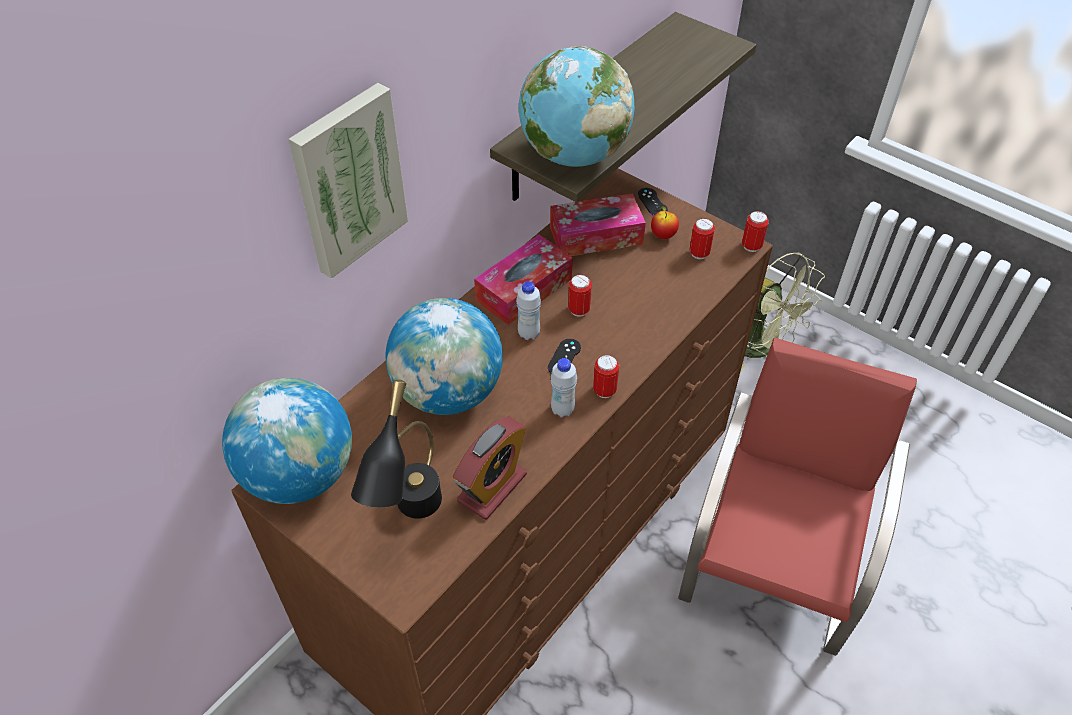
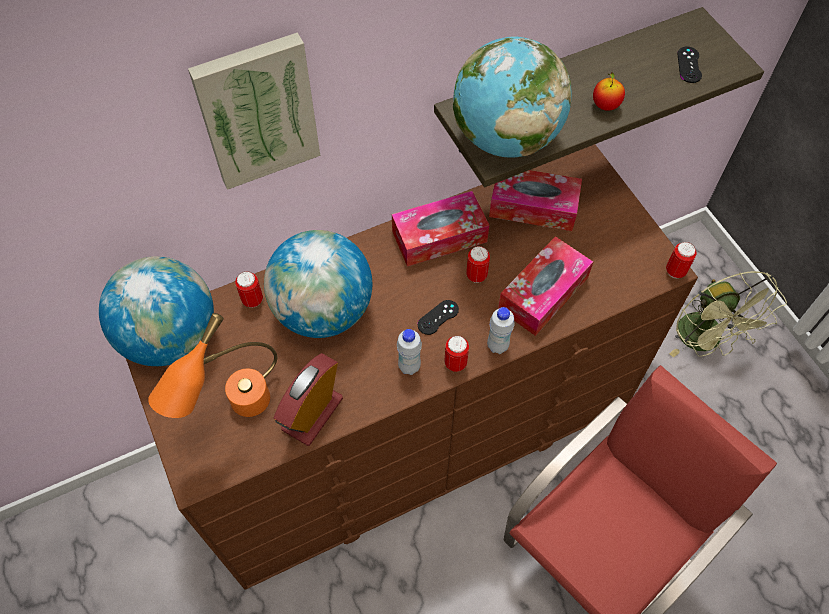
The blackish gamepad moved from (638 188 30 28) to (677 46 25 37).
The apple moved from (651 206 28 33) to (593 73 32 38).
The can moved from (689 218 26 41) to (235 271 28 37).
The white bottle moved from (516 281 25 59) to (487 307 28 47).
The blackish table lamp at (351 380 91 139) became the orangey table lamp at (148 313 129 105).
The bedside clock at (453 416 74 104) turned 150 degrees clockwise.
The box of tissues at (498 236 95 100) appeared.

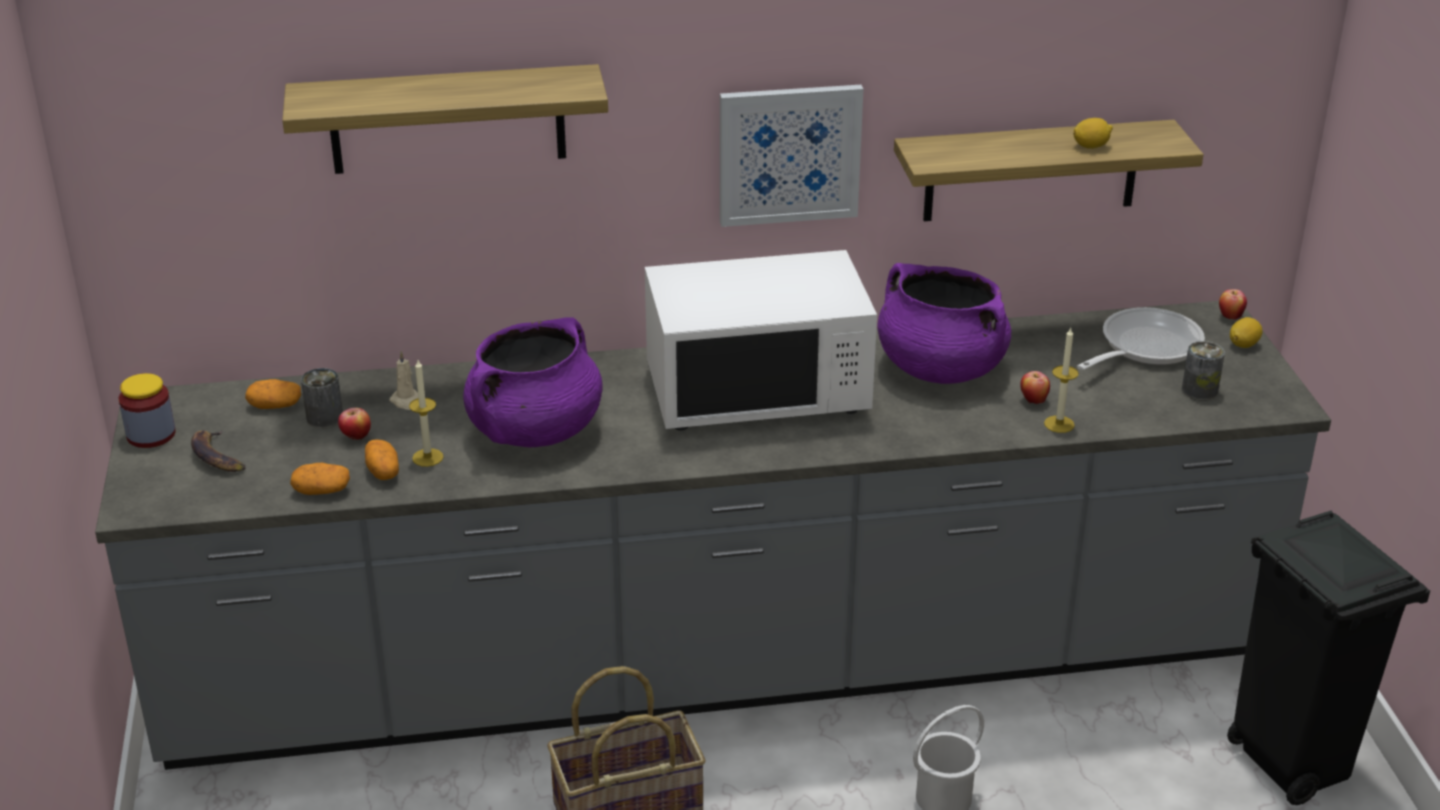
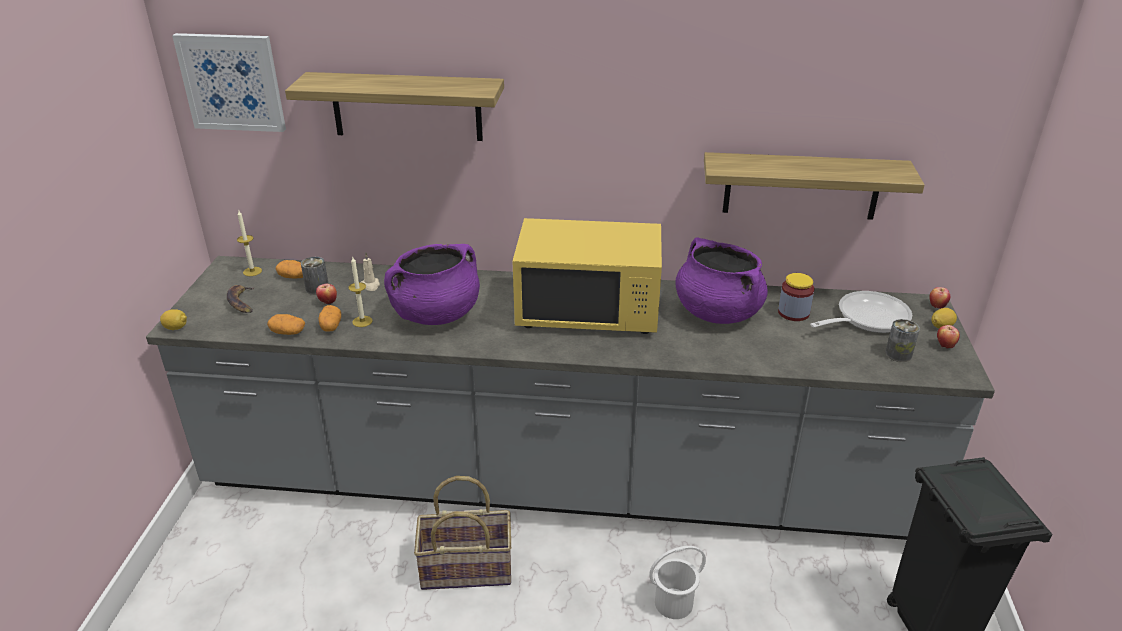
The wall picture moved from (720 85 143 142) to (172 33 114 99).
The lemon moved from (1073 118 40 31) to (160 309 27 21).
The white microwave at (645 250 232 180) became the yellow microwave at (512 218 150 116).
The wax candle moved from (1044 328 35 105) to (237 211 25 65).
The apple moved from (1020 371 30 33) to (937 325 23 23).
The storage jar moved from (119 373 57 75) to (778 273 36 48).

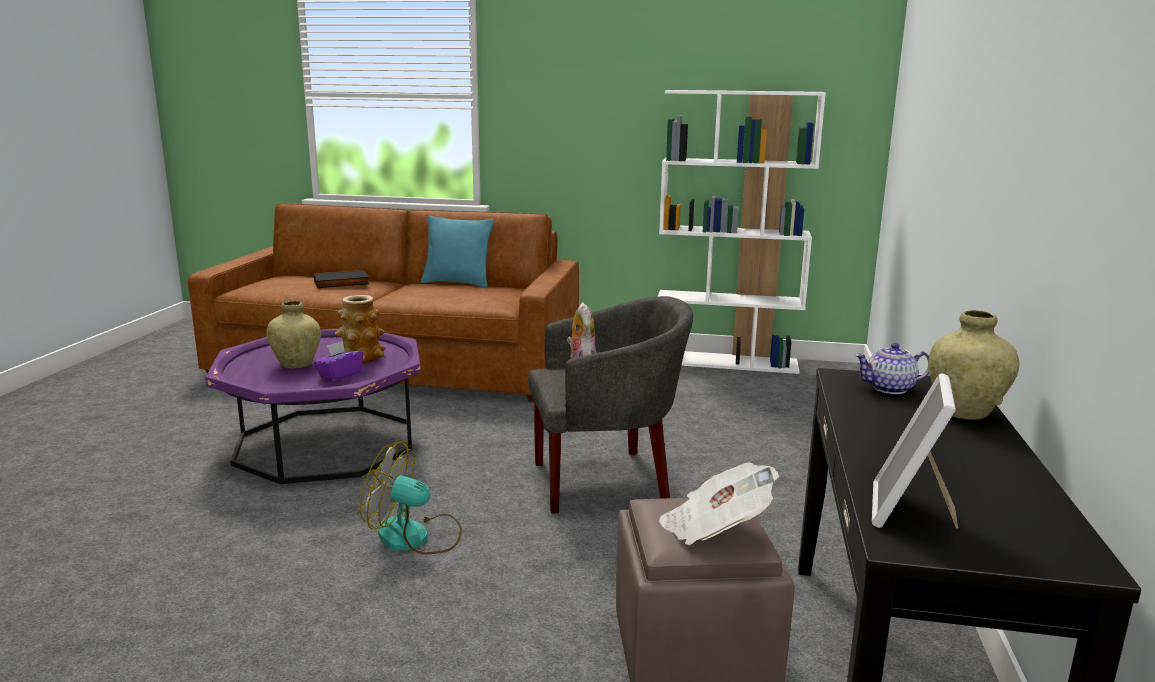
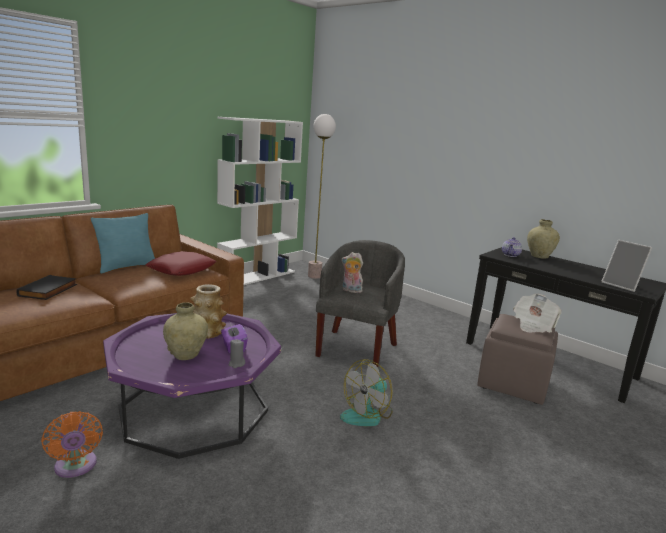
The floor lamp at (308 114 28 165) appeared.
The reddish throw pillow at (146 251 70 25) appeared.
The gray wax candle at (229 340 16 28) appeared.
The orangey fan at (41 411 62 67) appeared.

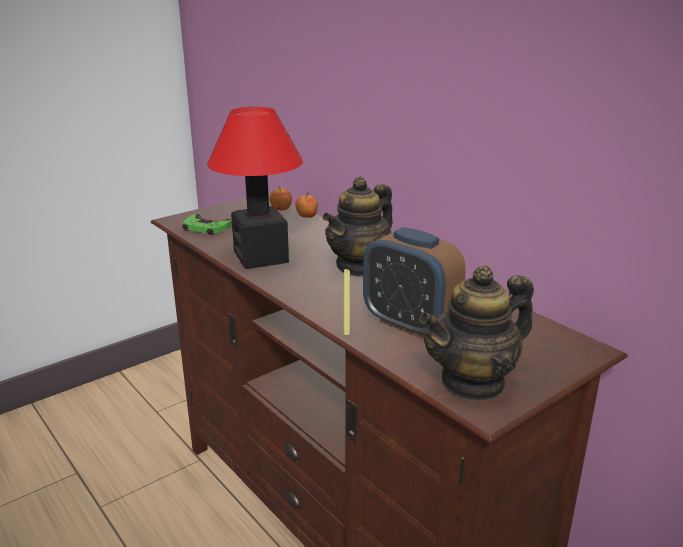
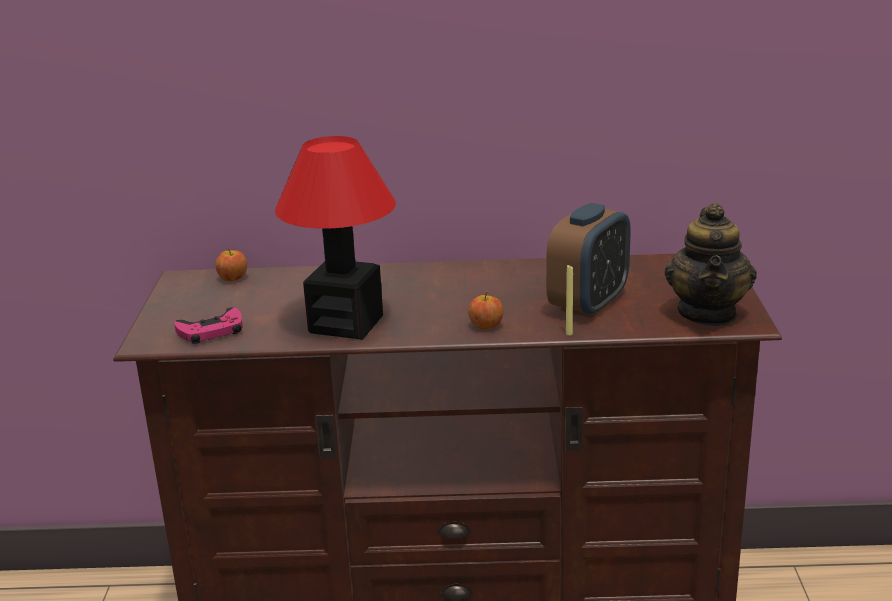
The teapot at (322 176 71 101) disappeared.
The apple moved from (295 192 23 26) to (468 291 35 38).
The green-coloured gamepad at (182 214 50 21) became the pink gamepad at (174 307 69 37).
The bedside clock at (363 227 103 112) turned 45 degrees counterclockwise.

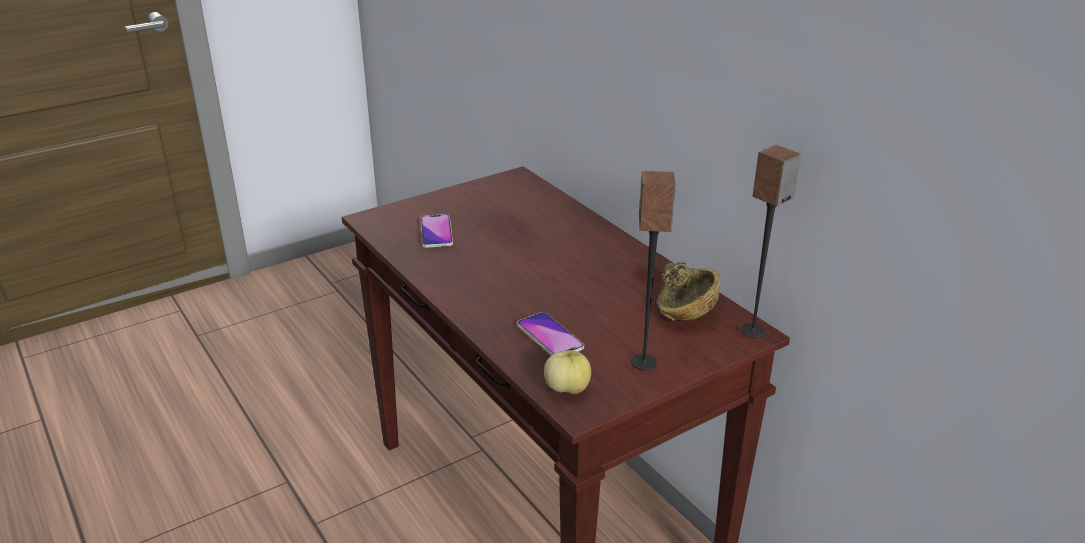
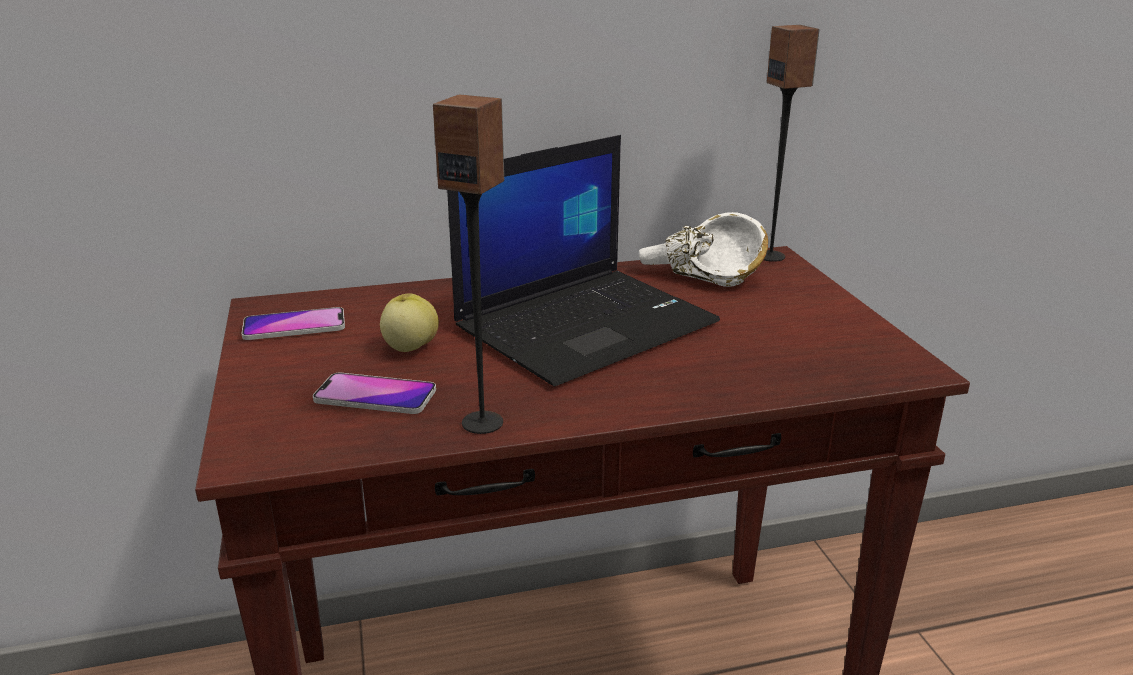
The audio speaker moved from (631 171 45 199) to (433 95 71 339).
The brown-coloured deep dish at (657 261 64 60) became the white deep dish at (639 212 129 75).
The phone moved from (517 312 67 44) to (242 307 103 33).
The apple moved from (544 350 47 44) to (380 294 59 58).
The laptop at (447 135 273 252) appeared.

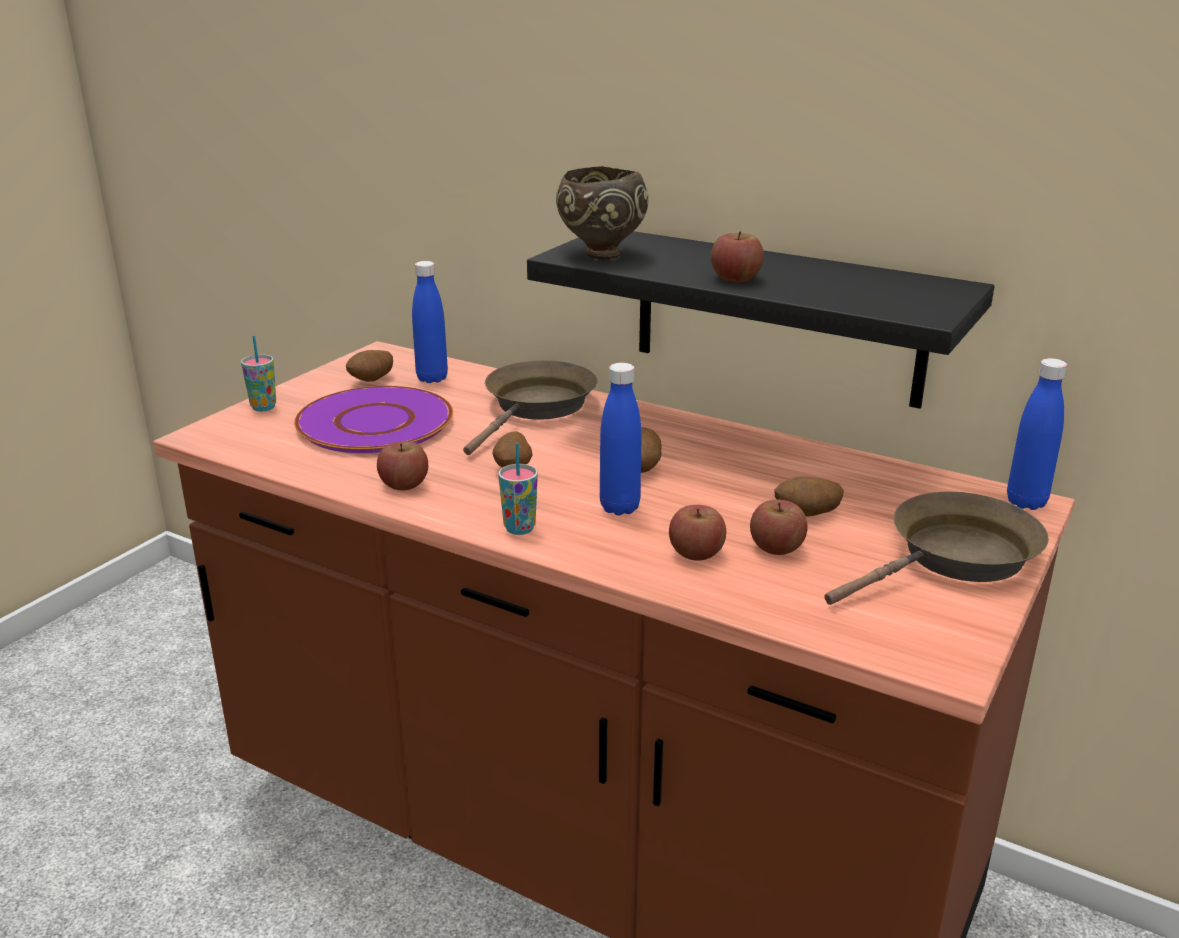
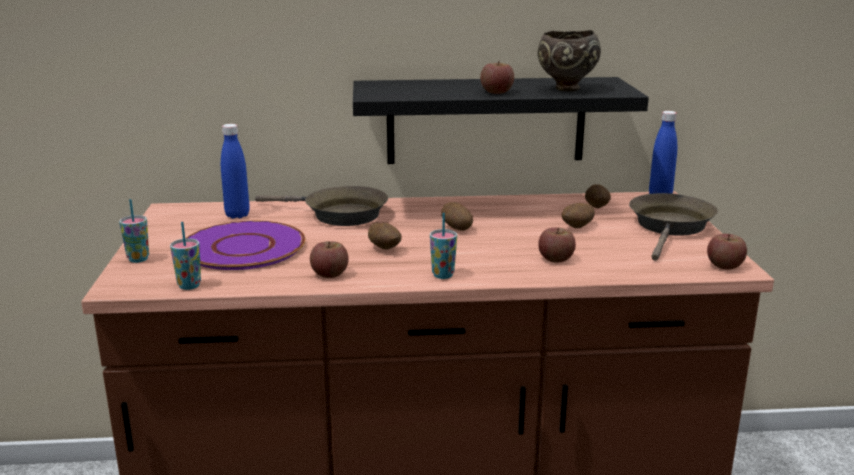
The brown-coloured deep dish moved from (556 166 93 93) to (537 30 64 61).
The potato moved from (346 350 47 32) to (585 184 26 25).
The brown-coloured pan at (463 360 135 95) turned 120 degrees clockwise.
The blue bottle at (600 363 42 152) disappeared.
The apple moved from (750 500 58 55) to (707 234 40 36).
The cup at (170 222 31 68) appeared.

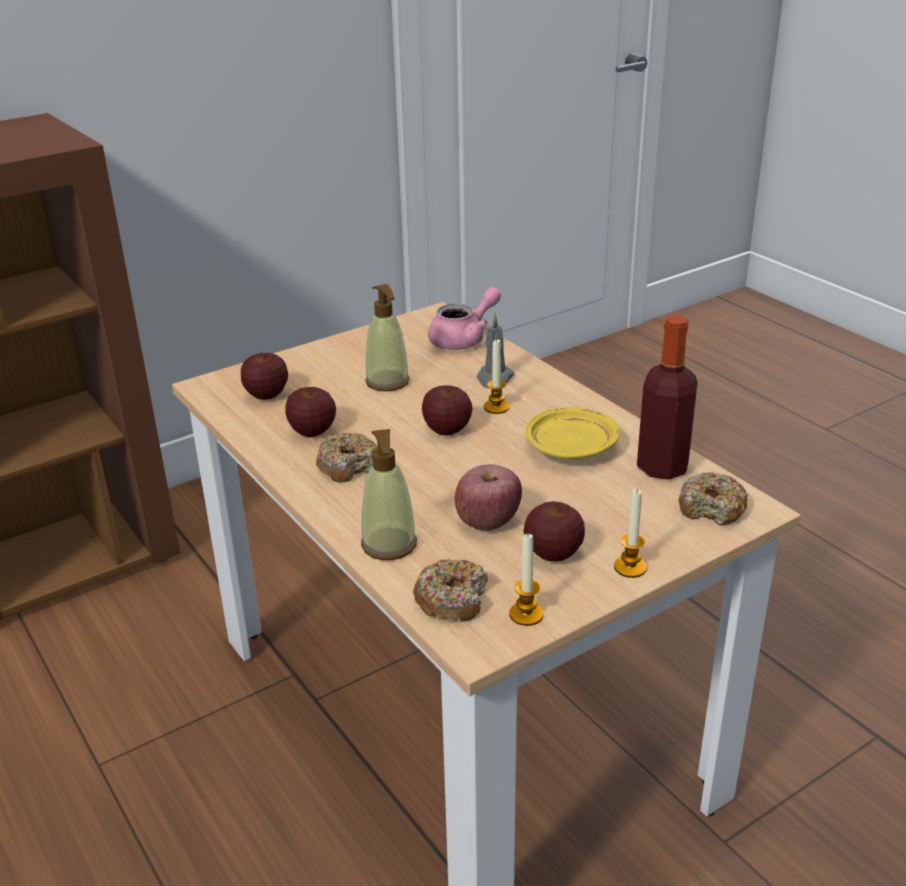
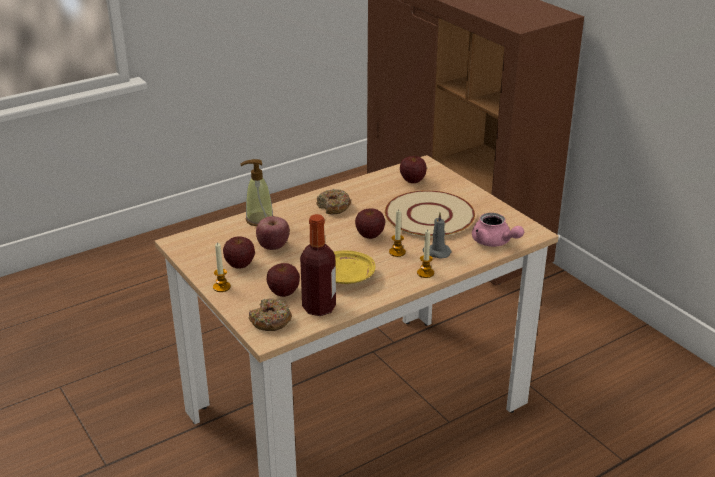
The soap dispenser at (365 284 45 107) was replaced by the beige plate at (385 190 90 48).
The apple moved from (285 387 51 50) to (267 263 33 34).
The wax candle moved from (509 534 35 92) to (417 230 17 48).
The donut at (413 559 75 63) disappeared.

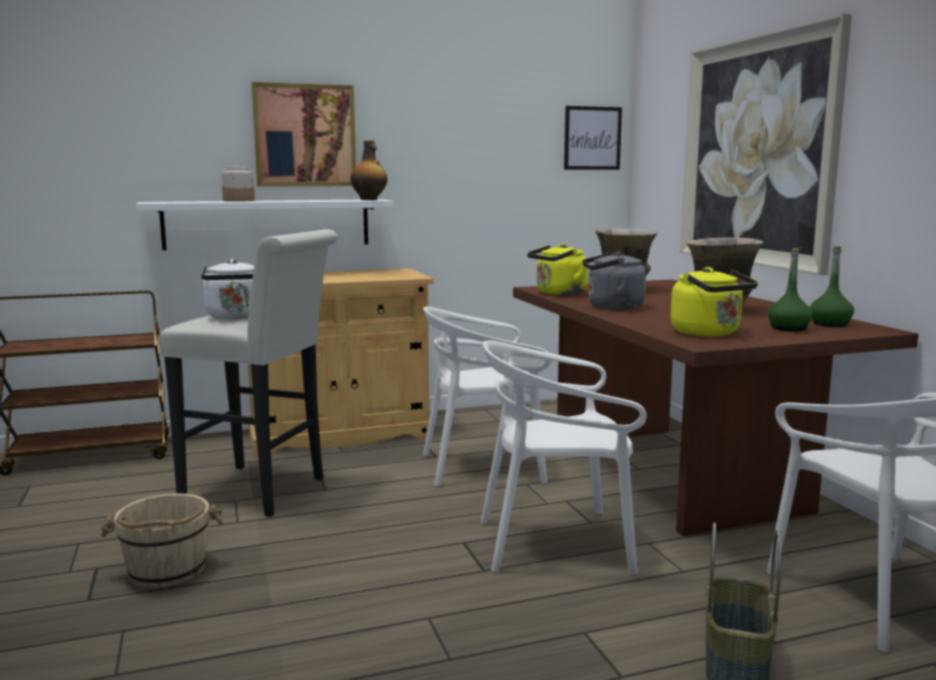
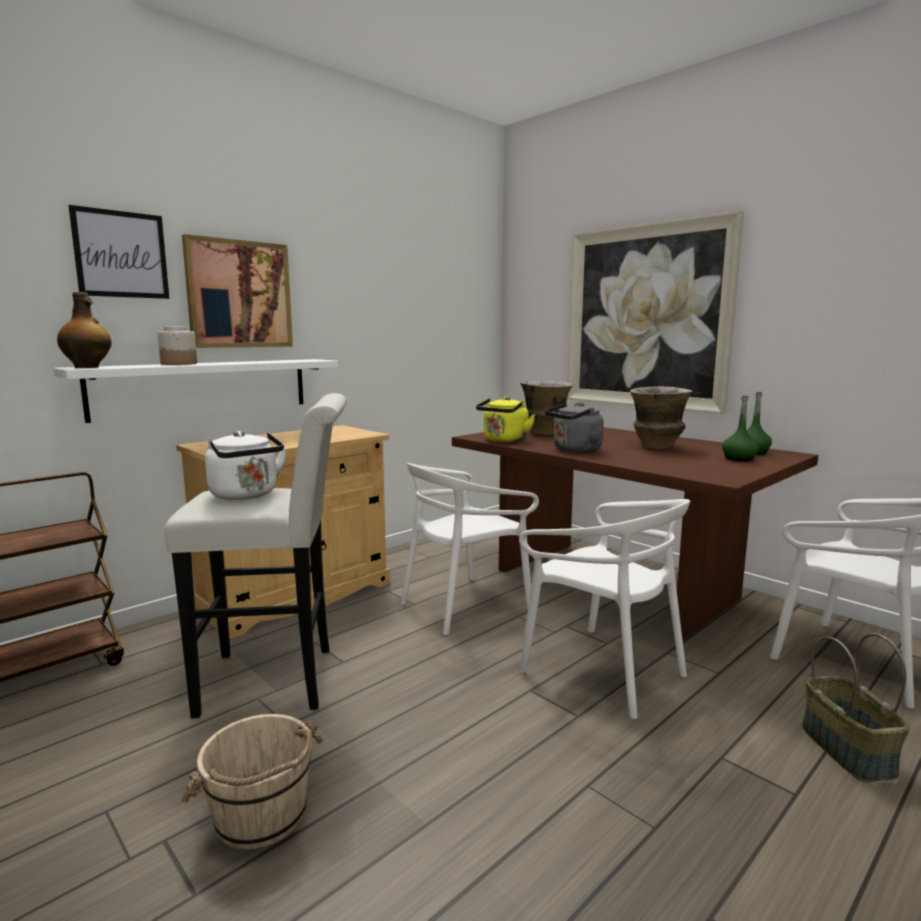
The wall picture moved from (564 106 58 64) to (68 205 101 94).
The bottle moved from (351 140 37 60) to (57 292 54 76).
The yellow water kettle at (671 267 87 70) disappeared.
The white plain chair at (481 340 166 234) turned 105 degrees counterclockwise.

